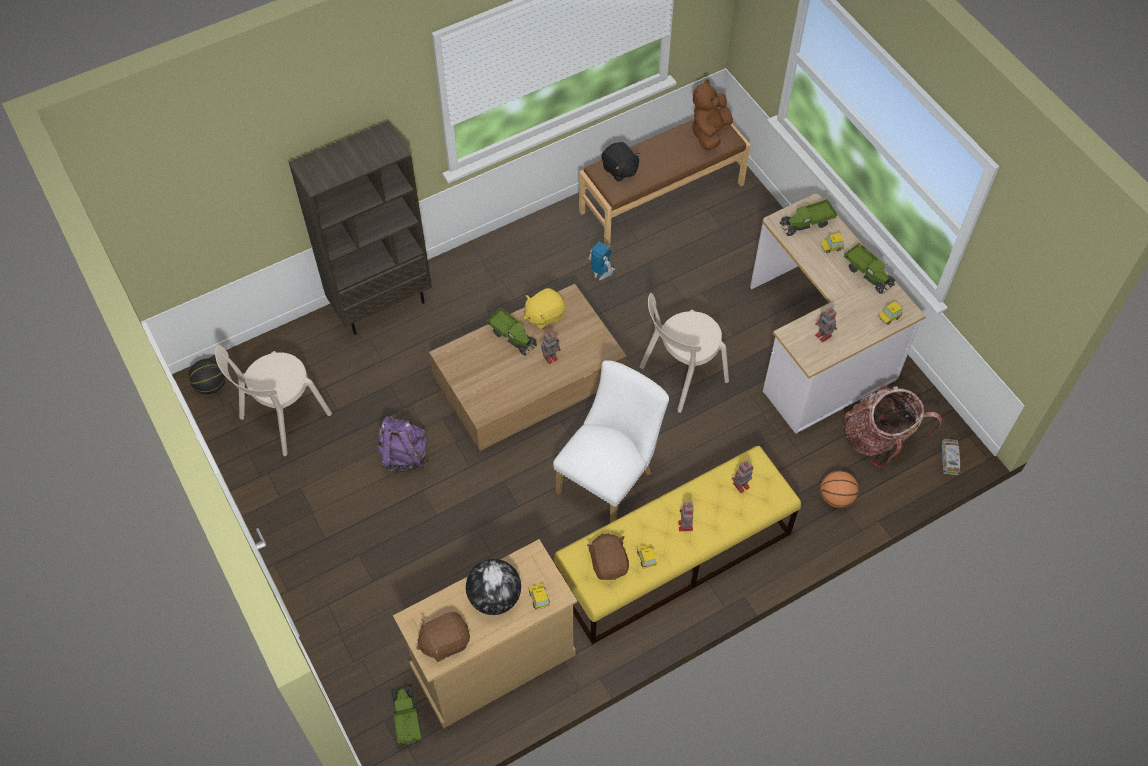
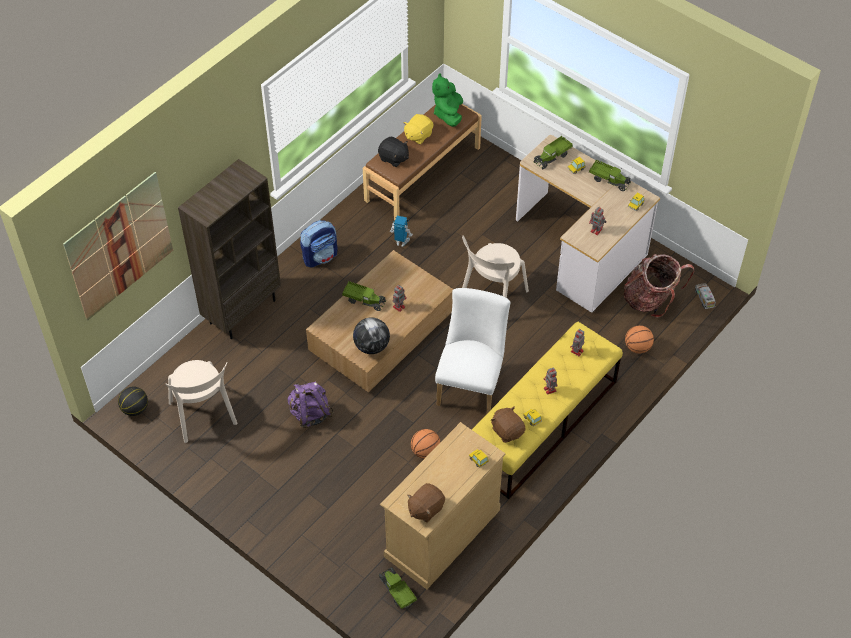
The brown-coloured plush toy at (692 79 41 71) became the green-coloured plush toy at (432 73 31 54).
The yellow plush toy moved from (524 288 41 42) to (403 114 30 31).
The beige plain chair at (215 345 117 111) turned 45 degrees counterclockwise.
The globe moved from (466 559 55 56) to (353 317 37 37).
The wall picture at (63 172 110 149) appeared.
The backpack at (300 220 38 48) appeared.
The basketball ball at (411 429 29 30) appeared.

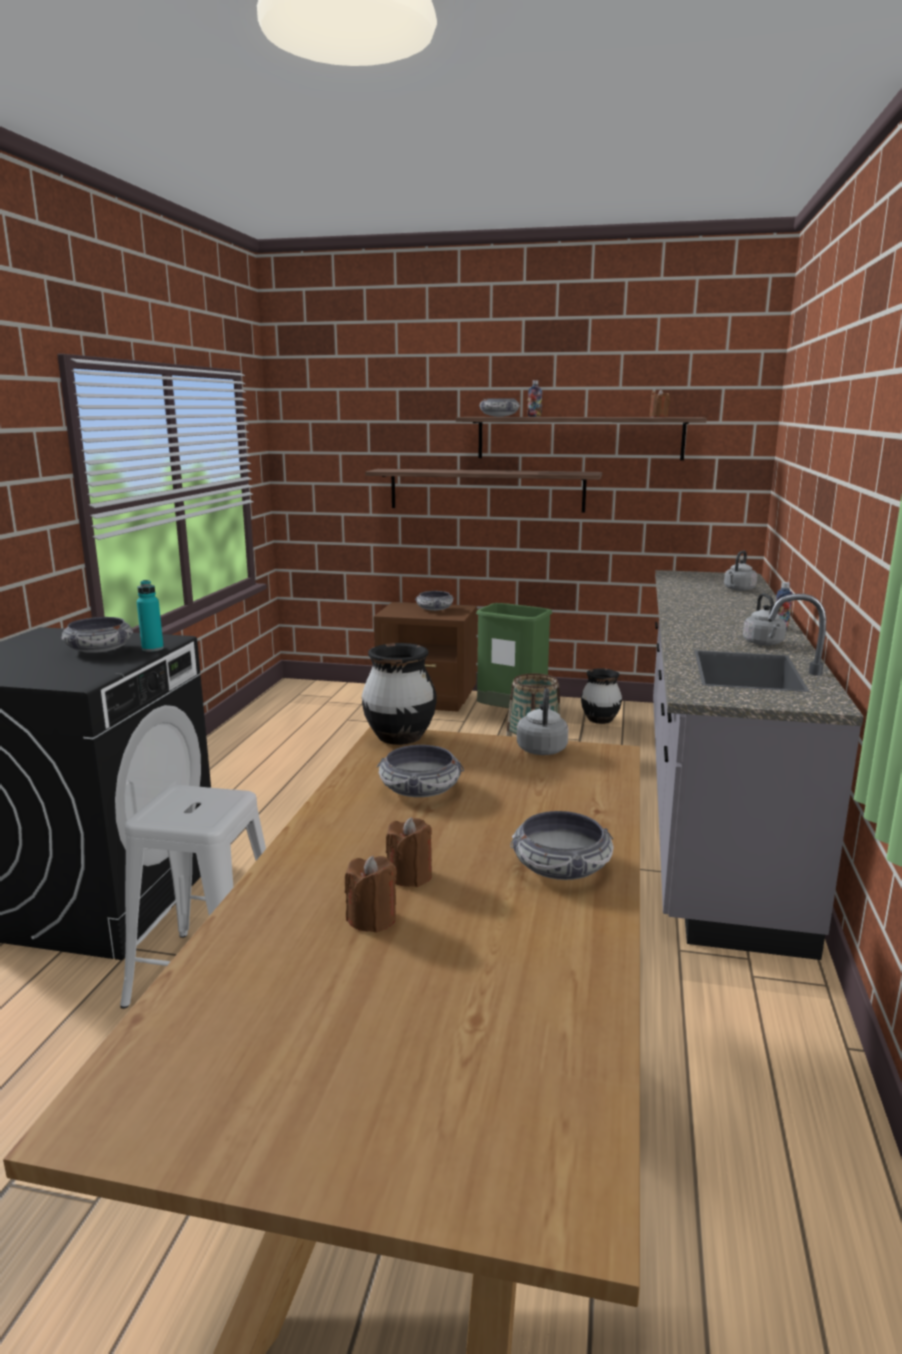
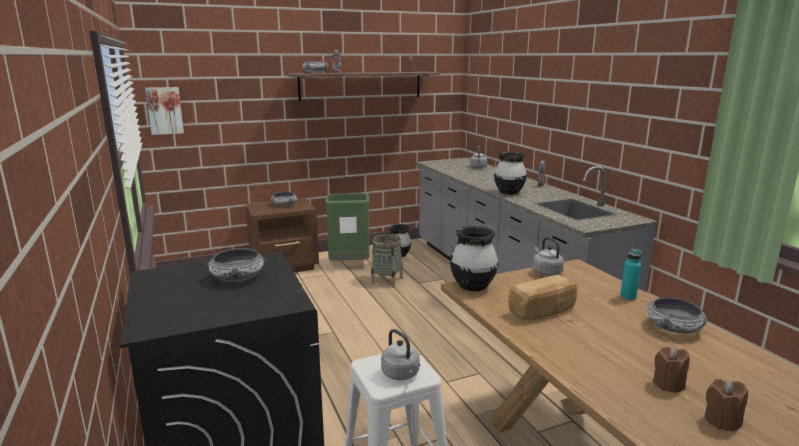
The wall shelf at (365 469 237 44) disappeared.
The turquoise-coloured bottle moved from (137 580 27 72) to (620 249 22 51).
The gray water kettle moved from (743 593 43 53) to (381 329 39 51).
The deep dish at (377 745 87 52) was replaced by the bread at (508 275 69 45).
The brown-coloured wax candle moved from (386 817 46 70) to (705 379 43 52).
The wall picture at (145 87 39 48) appeared.
The blackish vase at (494 152 33 43) appeared.

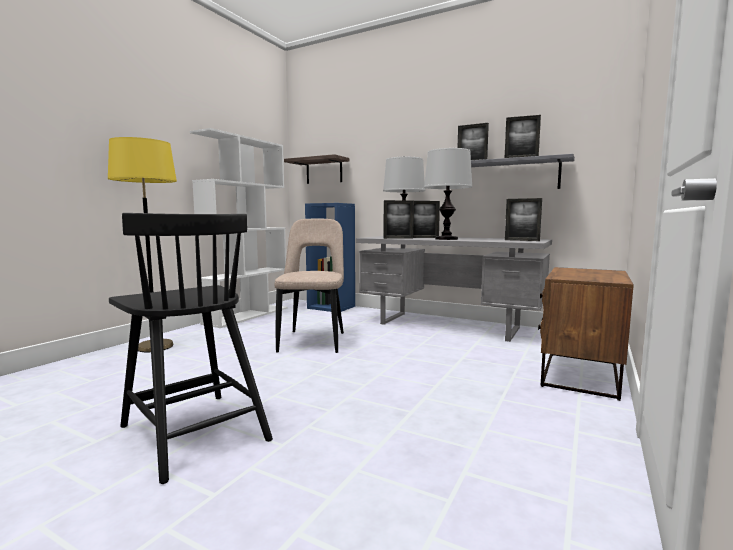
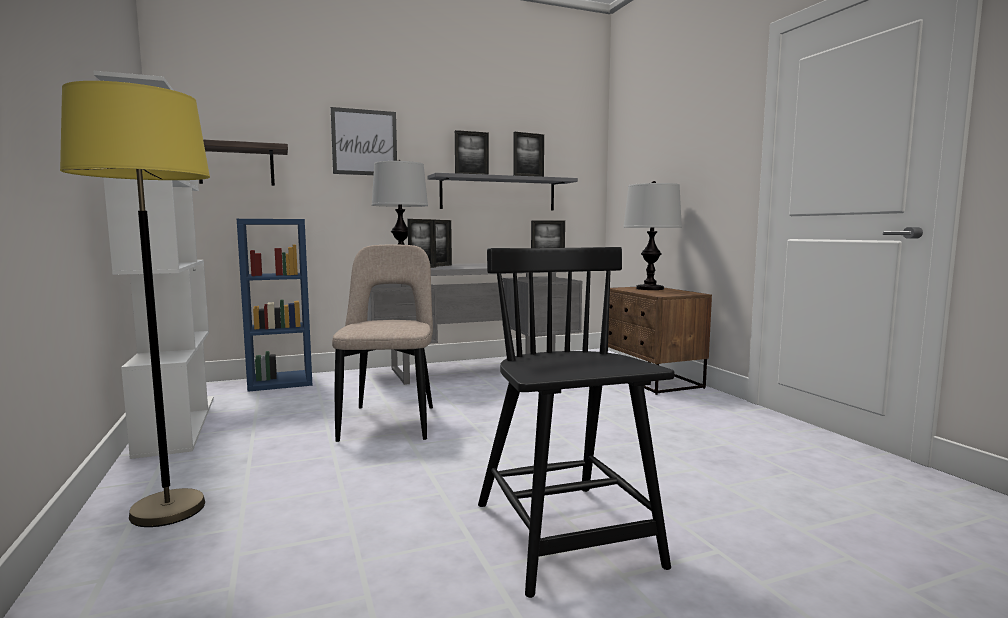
The table lamp moved from (424 148 48 92) to (623 181 59 109).
The blackish plain chair at (109 213 164 271) turned 105 degrees counterclockwise.
The beige plain chair at (274 218 70 135) turned 45 degrees clockwise.
The wall picture at (330 107 67 68) appeared.

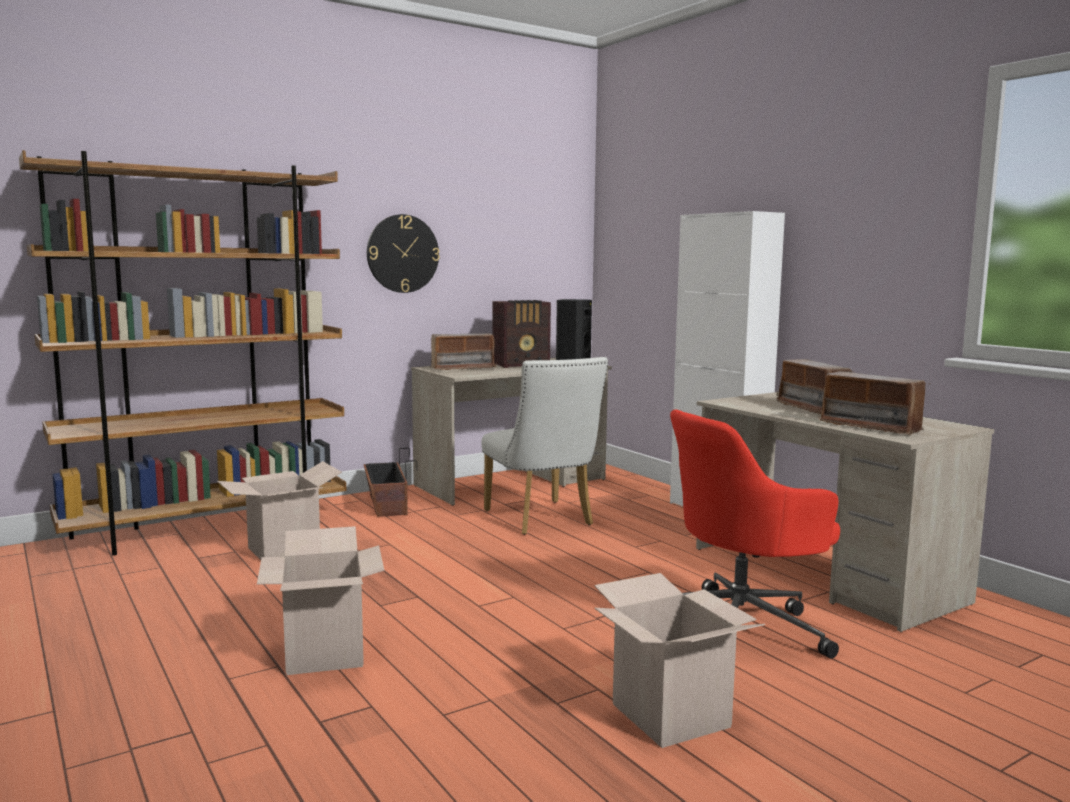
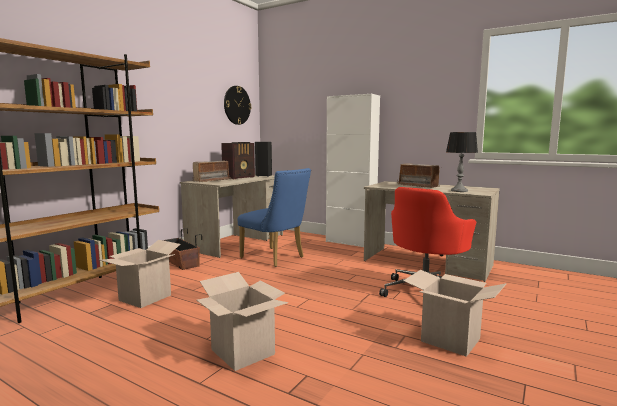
The clock on the wall moved from (367 214 73 79) to (224 86 27 39).
The white plain chair at (481 357 127 178) became the blue plain chair at (237 168 74 99).
The radio set at (818 371 113 64) was replaced by the table lamp at (446 132 32 60).

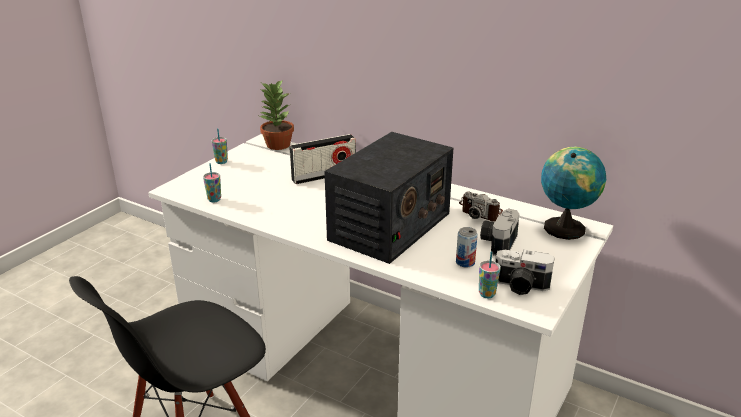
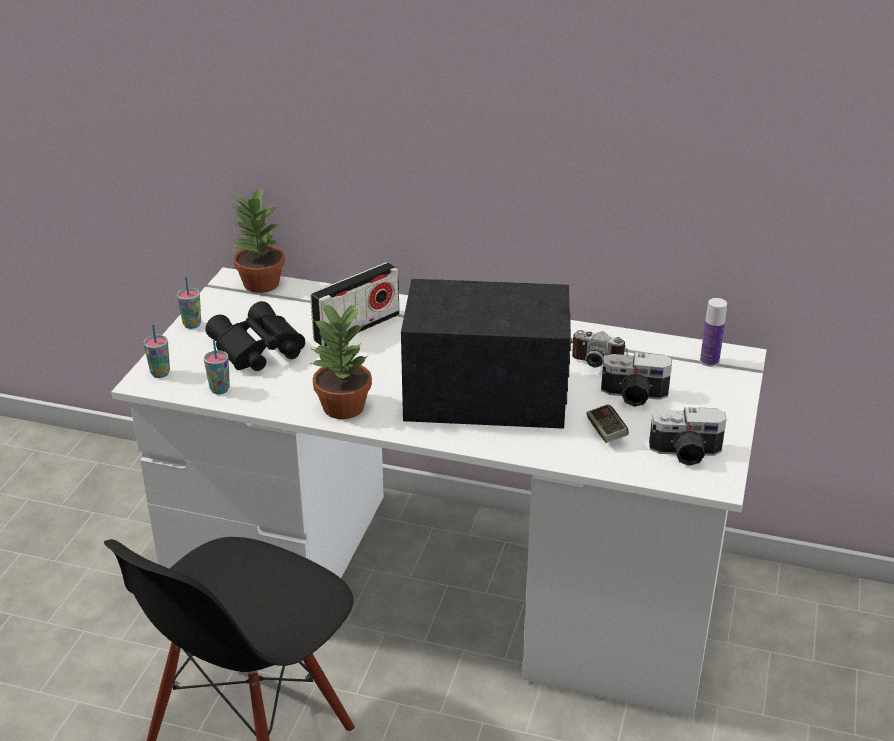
The radio set at (324 132 129 132) turned 105 degrees counterclockwise.
The globe at (541 147 65 93) was replaced by the bottle at (700 298 27 69).
The still camera at (480 209 39 47) turned 90 degrees counterclockwise.
The can at (456 227 22 40) was replaced by the gamepad at (586 404 43 39).
The cup moved from (479 251 22 47) to (143 324 27 54).
The blackish field glasses at (205 301 100 70) appeared.
The houseplant at (310 303 62 116) appeared.

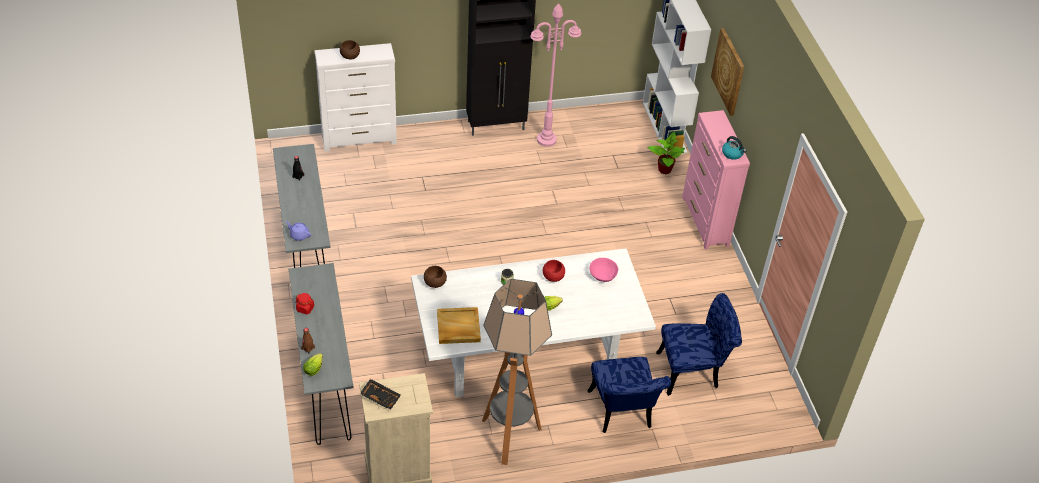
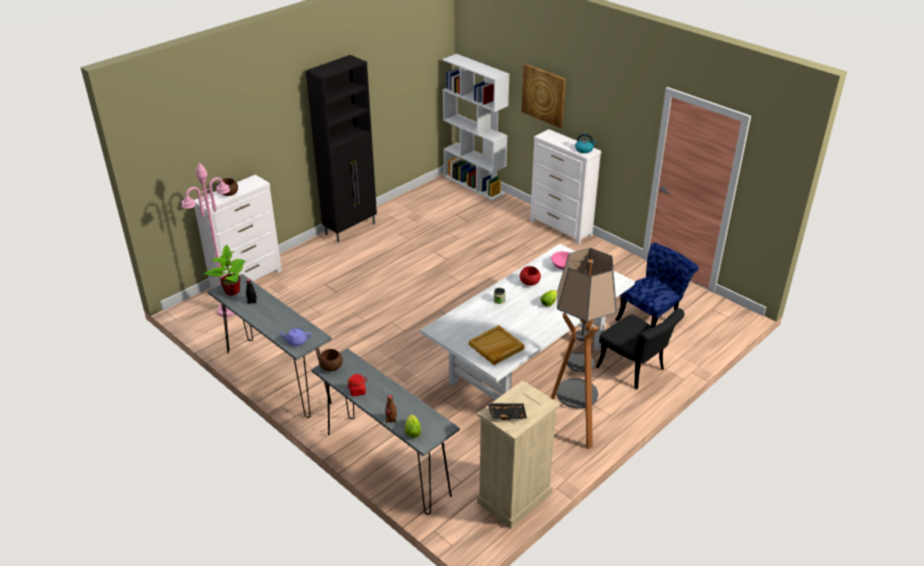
The pink floor lamp moved from (530 3 51 144) to (182 163 53 154).
The pink drawer chest at (682 110 68 140) became the white drawer chest at (530 129 71 115).
The houseplant moved from (647 132 38 42) to (204 245 42 51).
The brown-coloured deep dish moved from (424 266 23 22) to (319 349 24 22).
The blue plain chair at (587 357 84 76) became the blackish plain chair at (596 308 88 81).

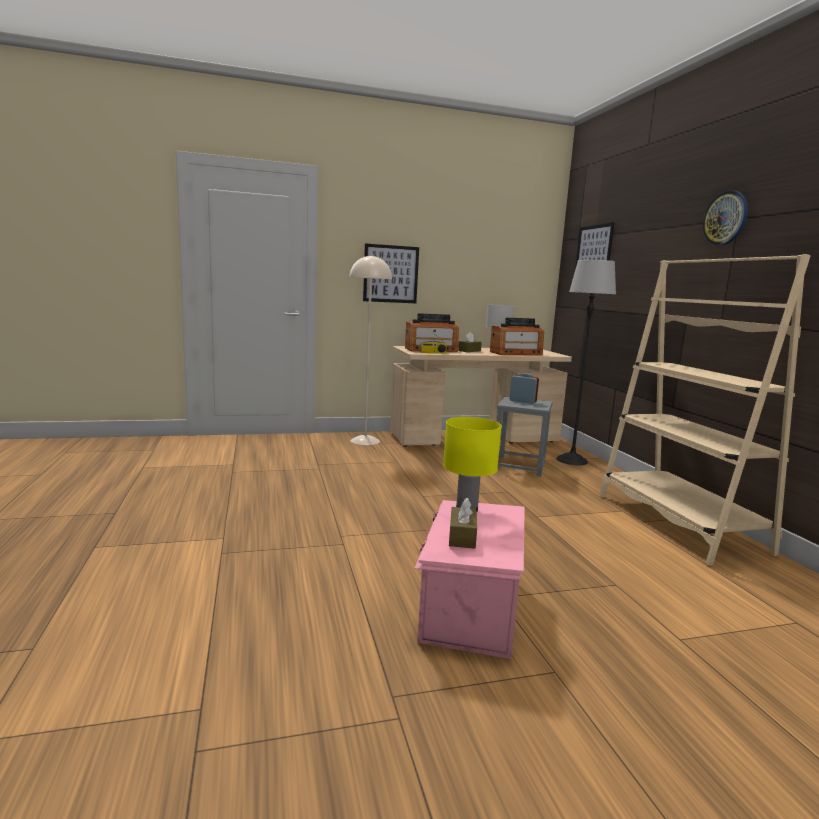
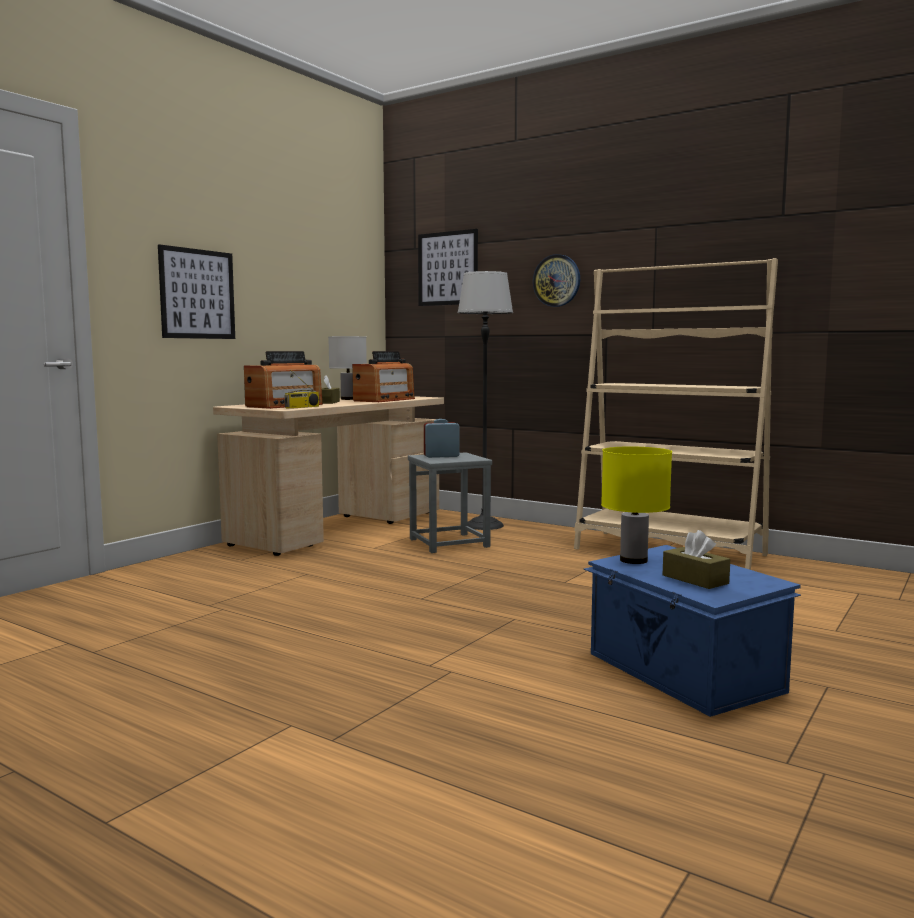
The clock on the wall moved from (702 190 46 56) to (533 254 47 53).
The beige floor lamp at (349 255 43 190) disappeared.
The pink storage container at (414 500 111 159) became the blue storage container at (583 545 218 172).

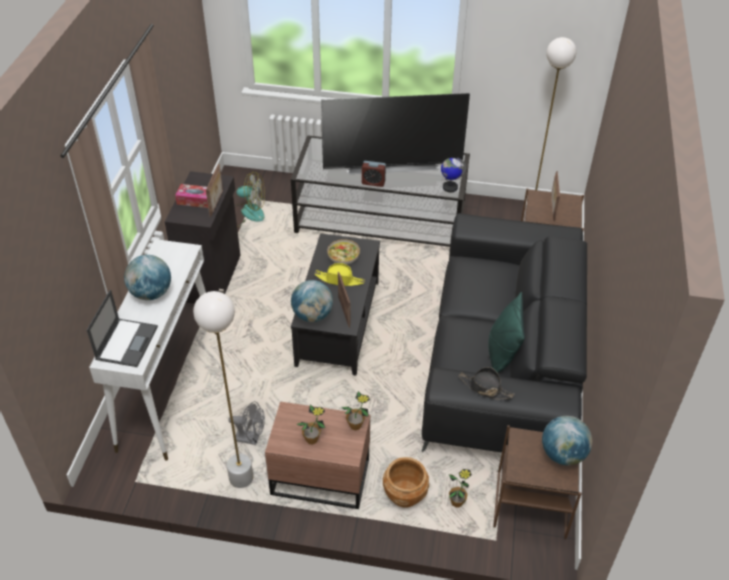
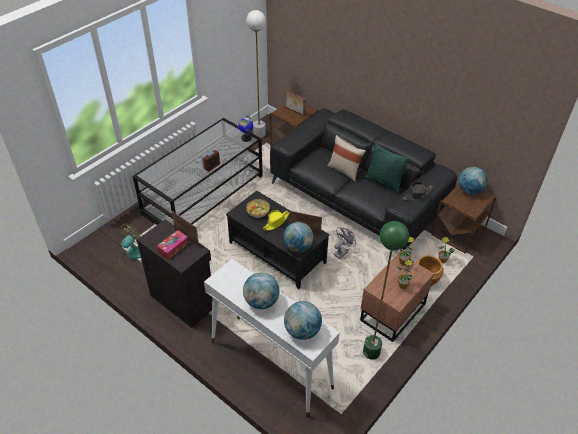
The TV at (321 93 149 81) disappeared.
The laptop at (87 290 71 77) was replaced by the globe at (284 301 38 39).
The white floor lamp at (193 291 60 197) became the green-coloured floor lamp at (363 221 46 139).
The gray fan moved from (228 401 37 44) to (333 227 23 32).
The beige throw pillow at (327 135 39 47) appeared.

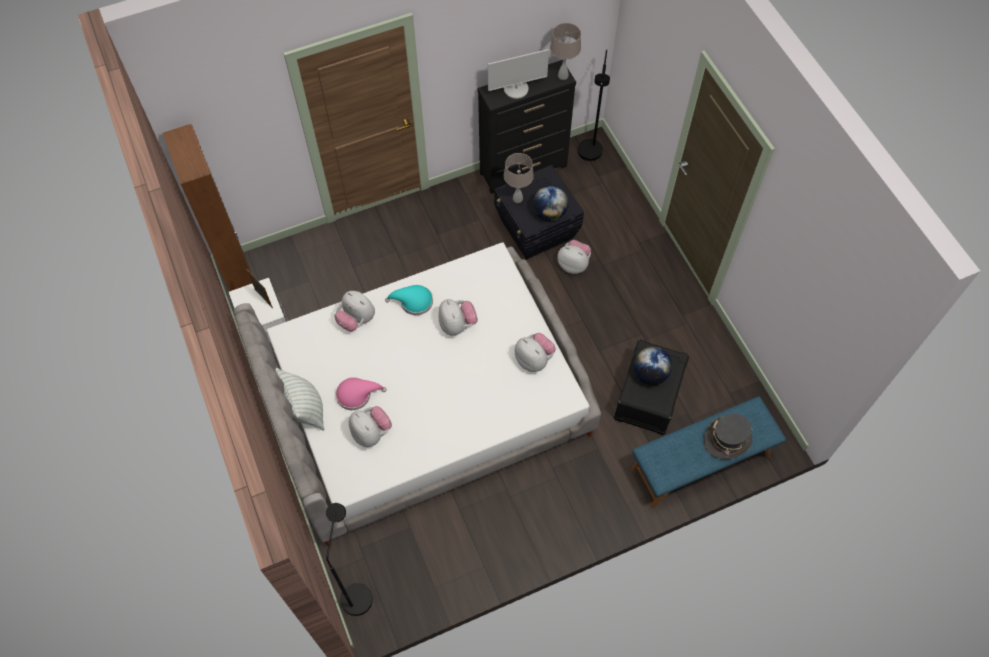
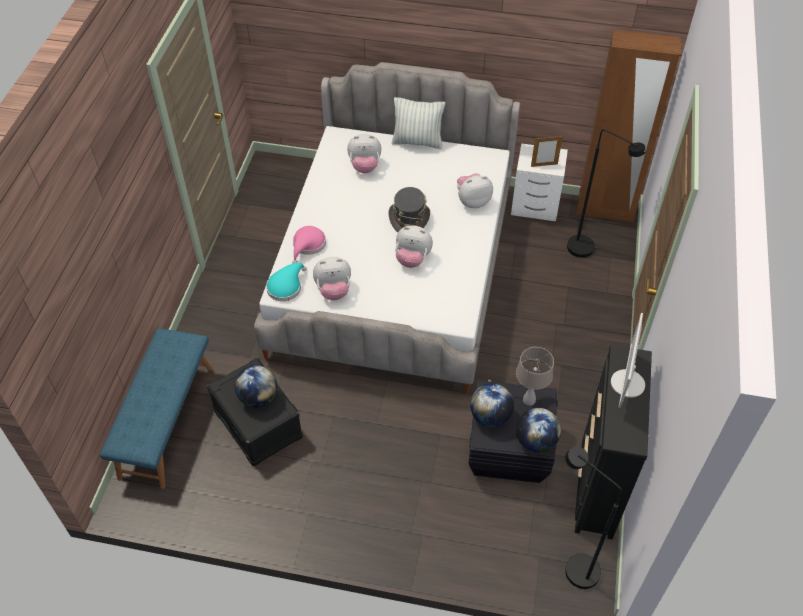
The beige table lamp at (550 23 31 57) disappeared.
The plush toy at (557 240 34 34) disappeared.
The turquoise-coloured clothing hat moved from (385 285 48 30) to (266 263 41 38).
The pink clothing hat moved from (336 377 51 33) to (292 226 34 37).
The gray clothing hat moved from (704 413 49 46) to (389 187 41 45).
The blackish floor lamp moved from (326 503 47 113) to (567 129 78 129).
The globe at (516 408 45 45) appeared.

